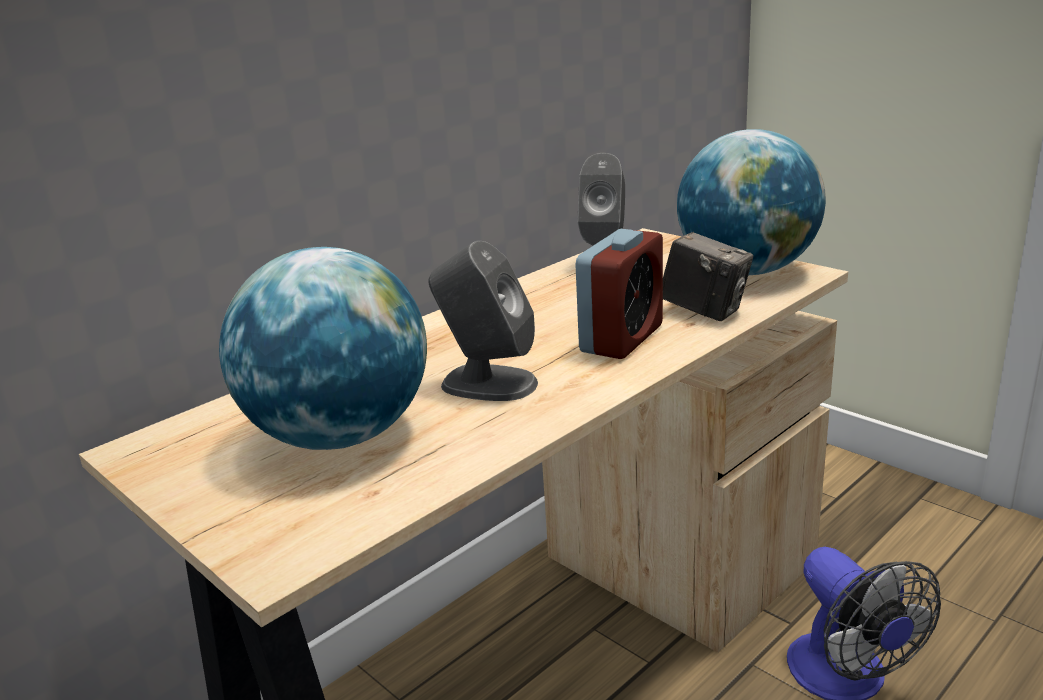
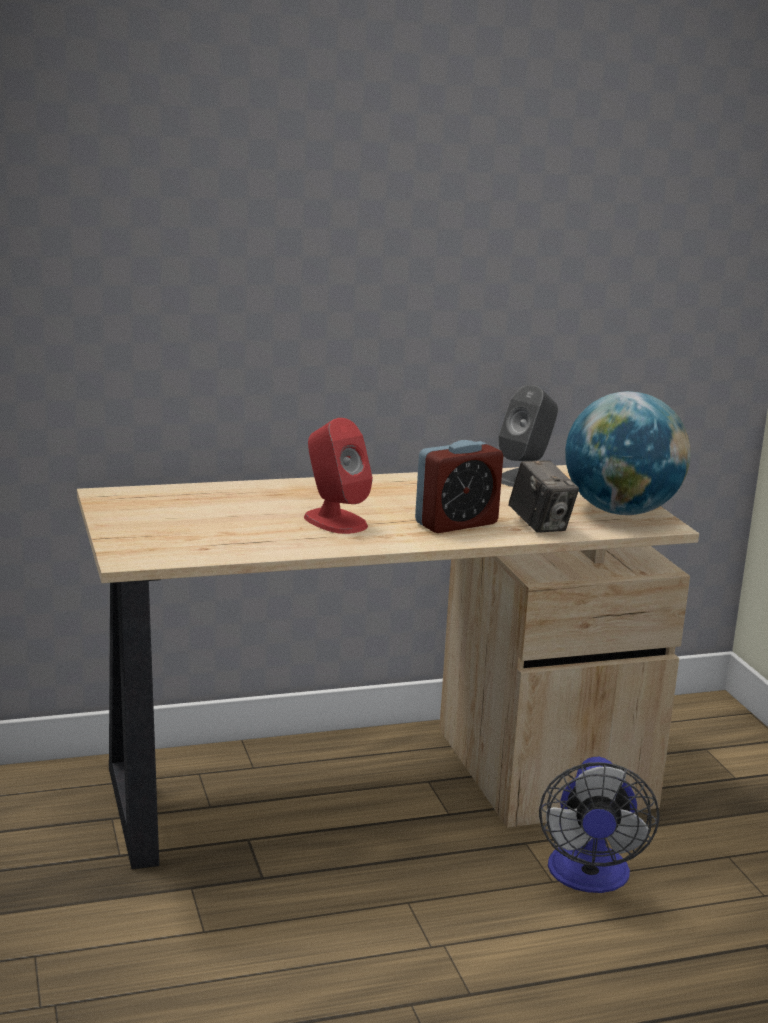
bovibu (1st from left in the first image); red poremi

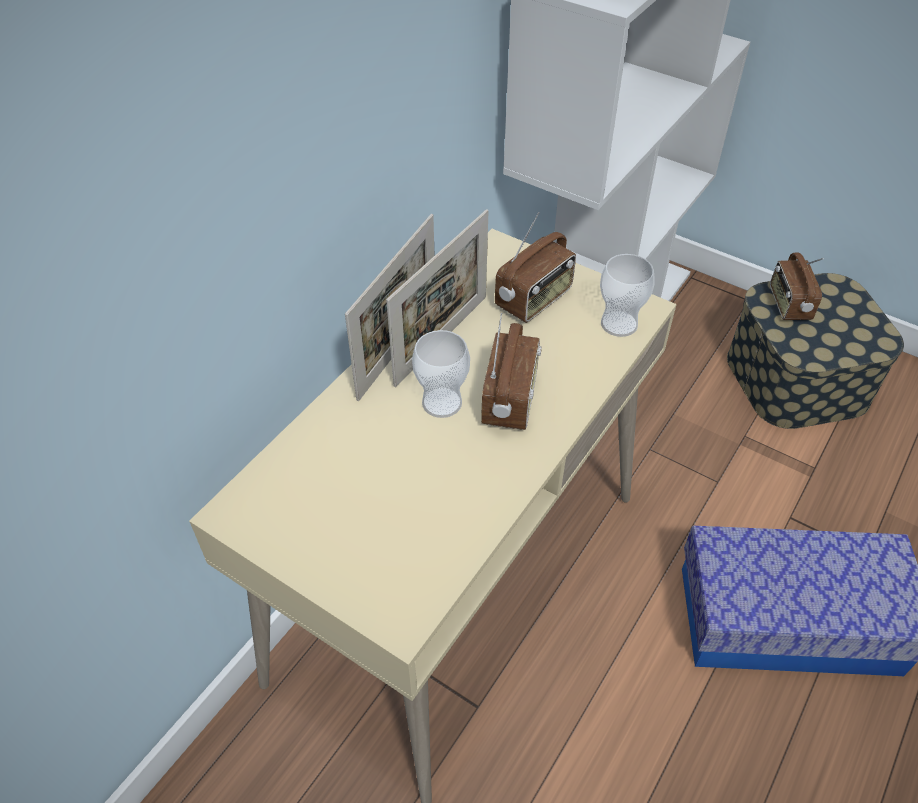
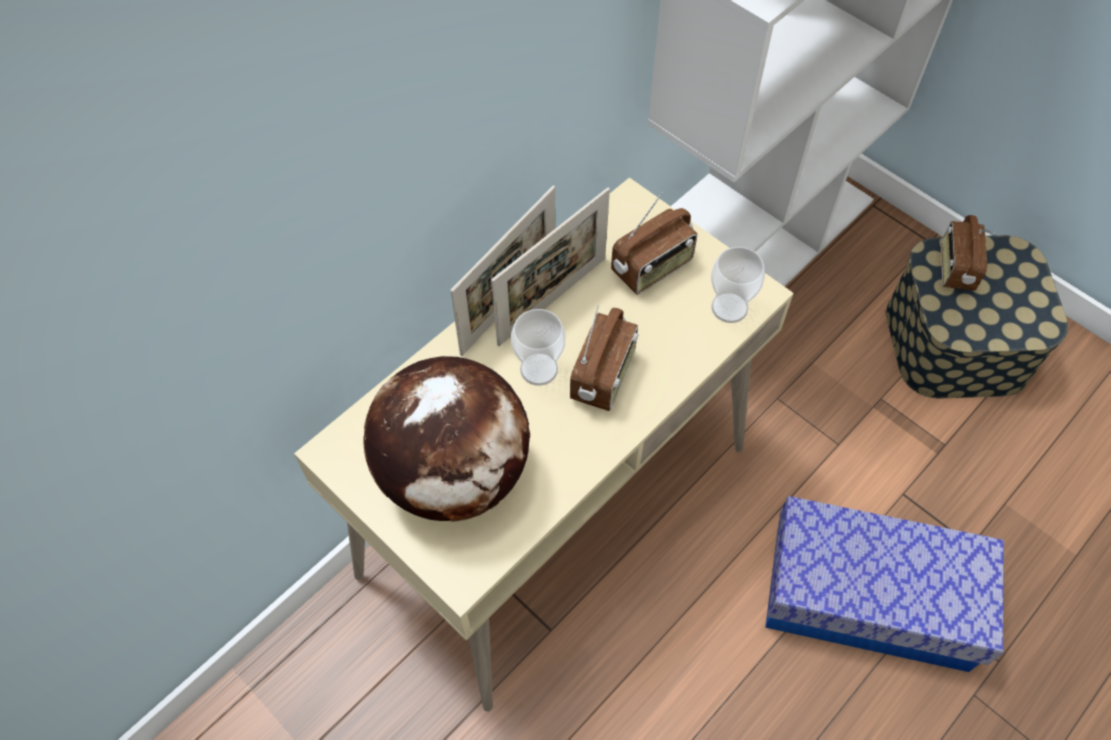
bovibu

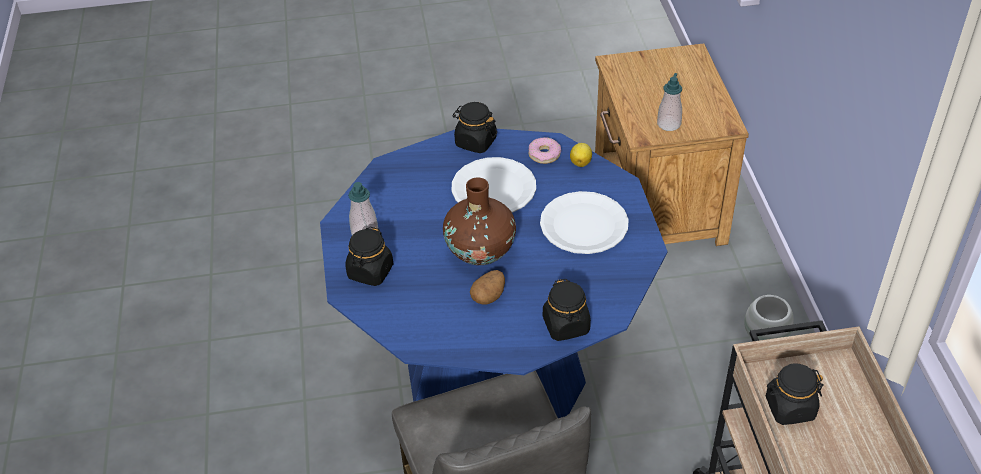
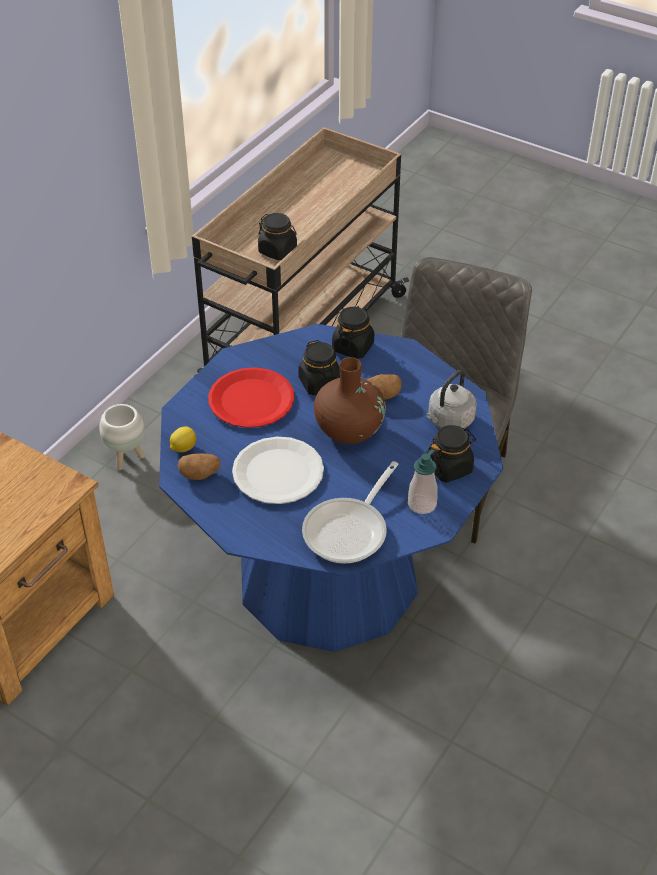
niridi (2nd from left in the first image); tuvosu; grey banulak; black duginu (2nd from left); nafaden (1st from left); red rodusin

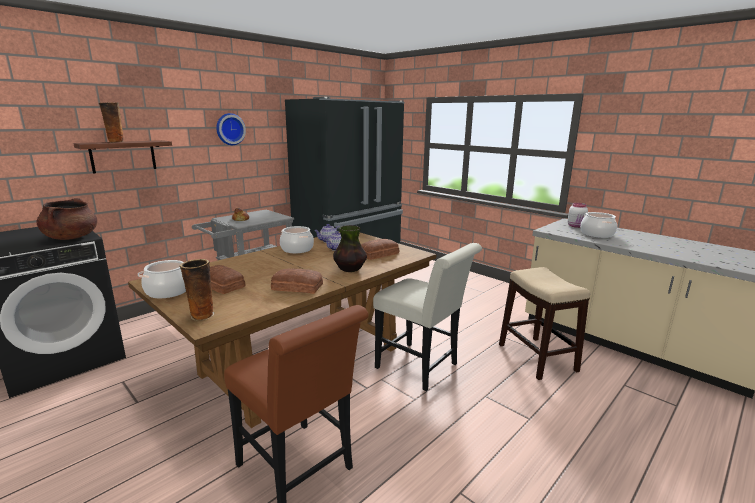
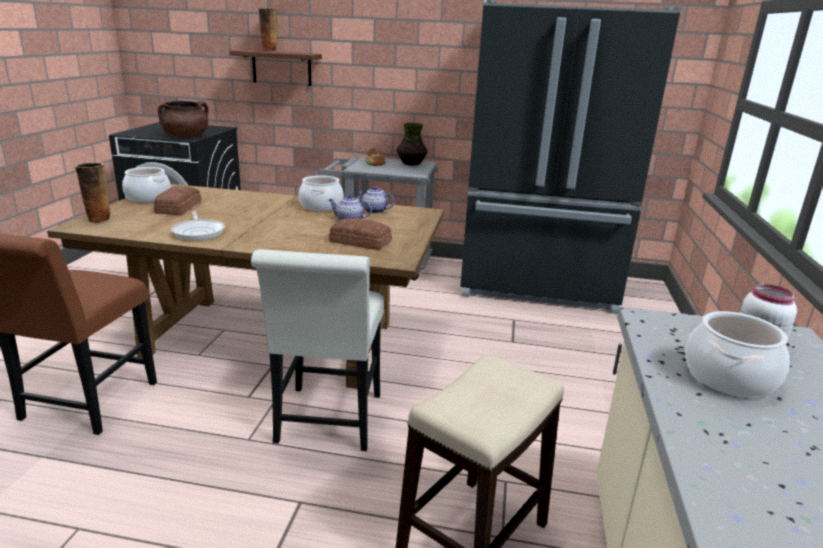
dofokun; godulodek (3rd from left); tuvosu

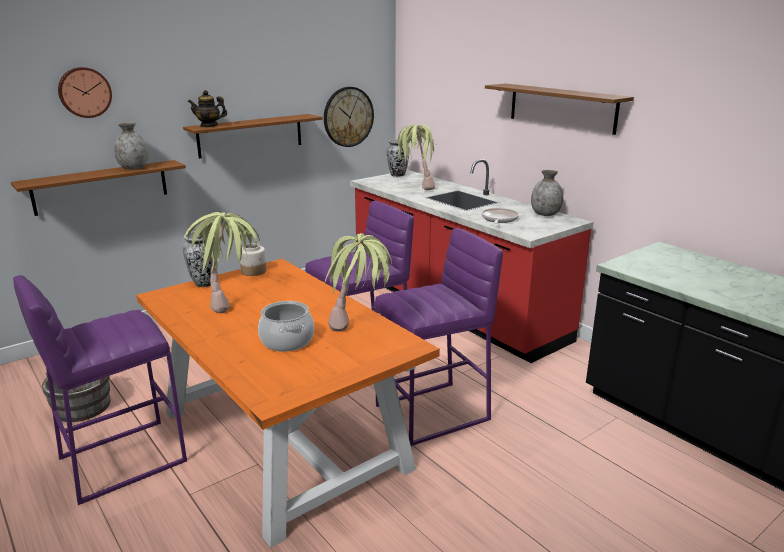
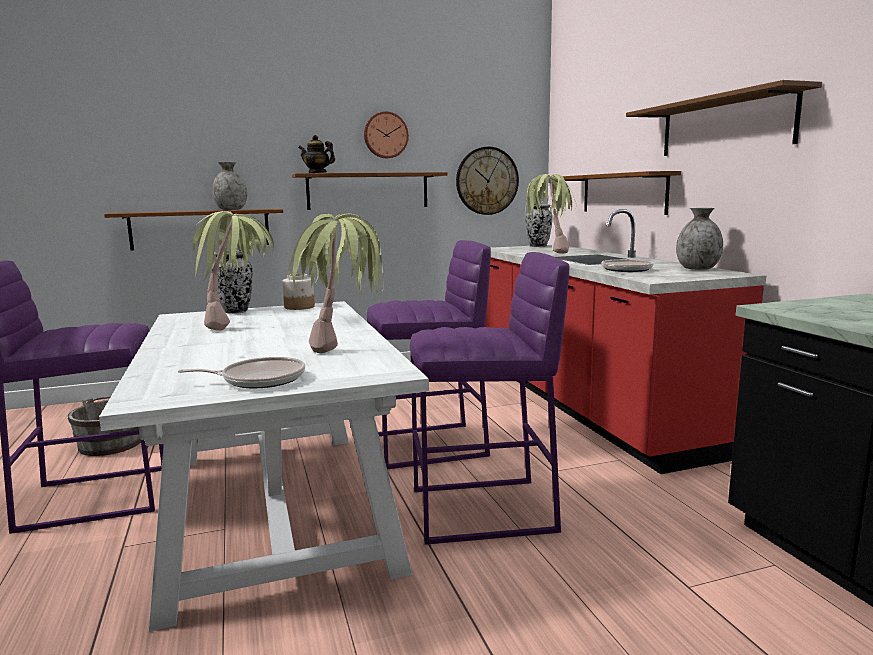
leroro; tuvosu (1st from left); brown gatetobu (3rd from left); dofokun (1st from left); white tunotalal

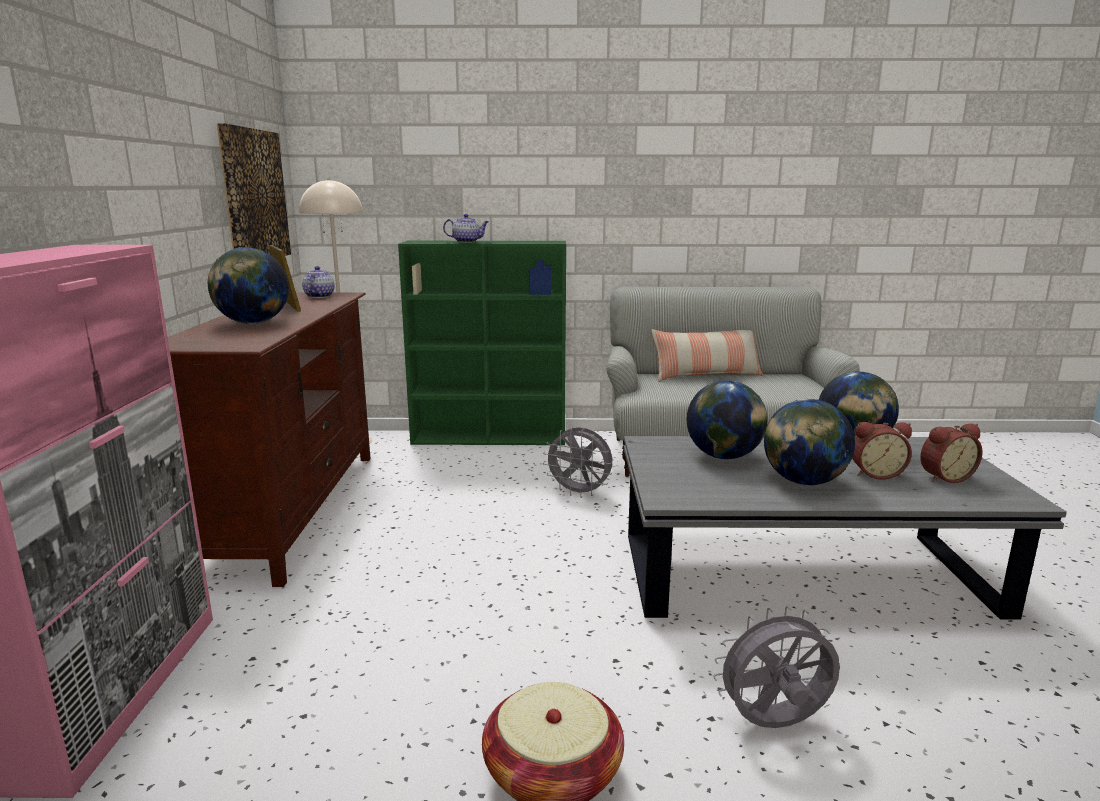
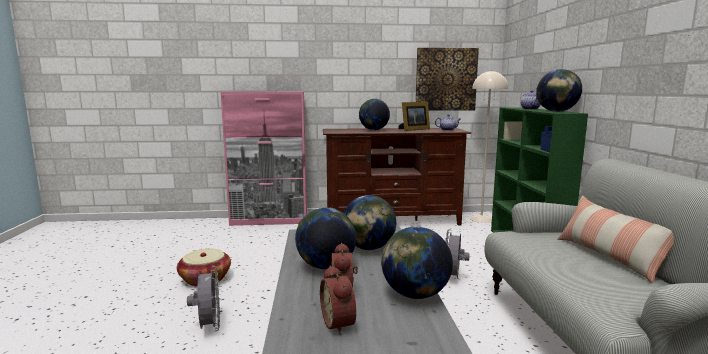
bovibu (5th from left)

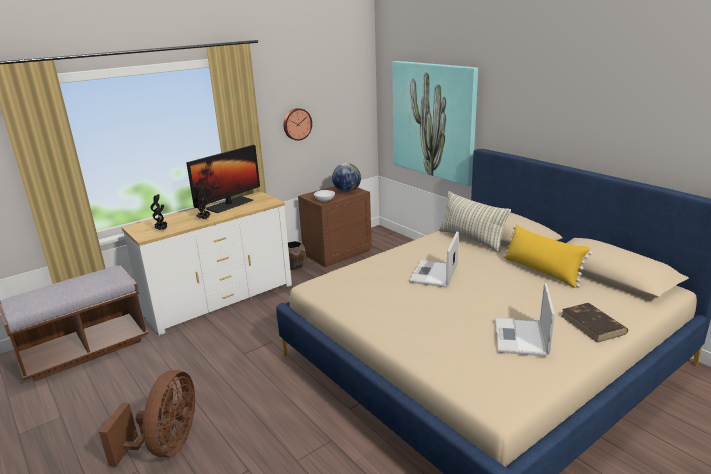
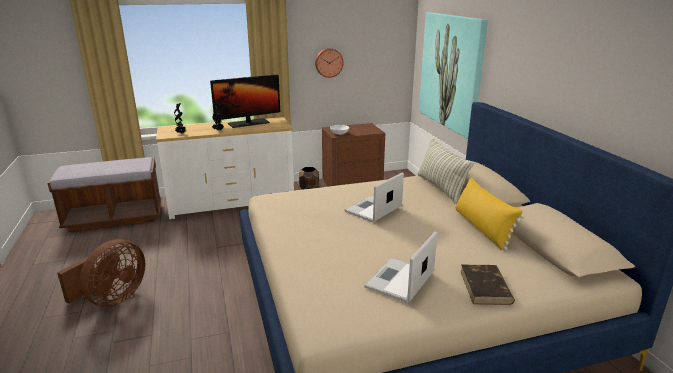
bovibu

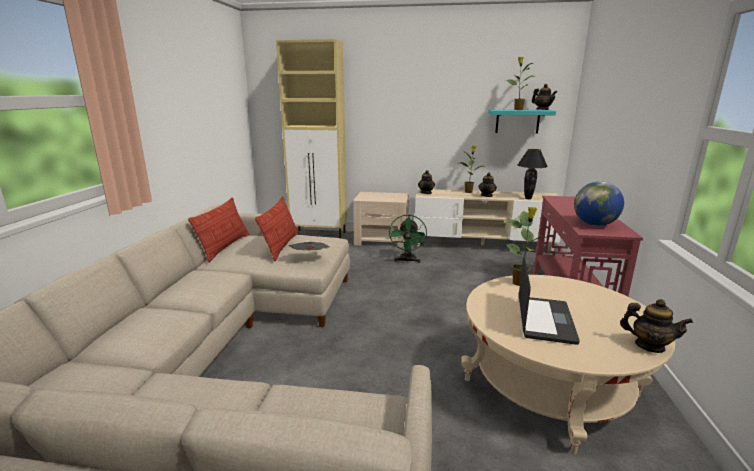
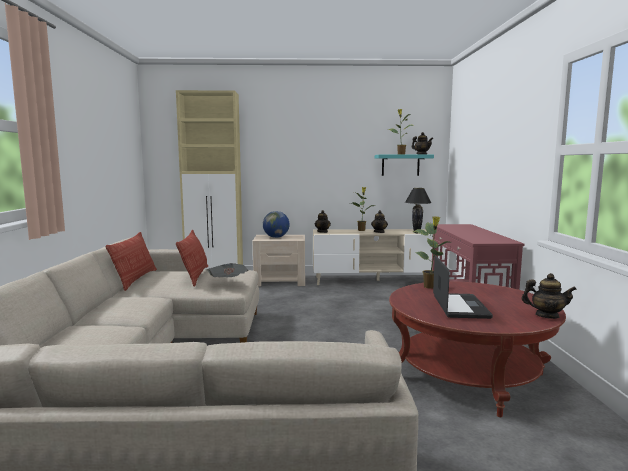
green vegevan; bovibu; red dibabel

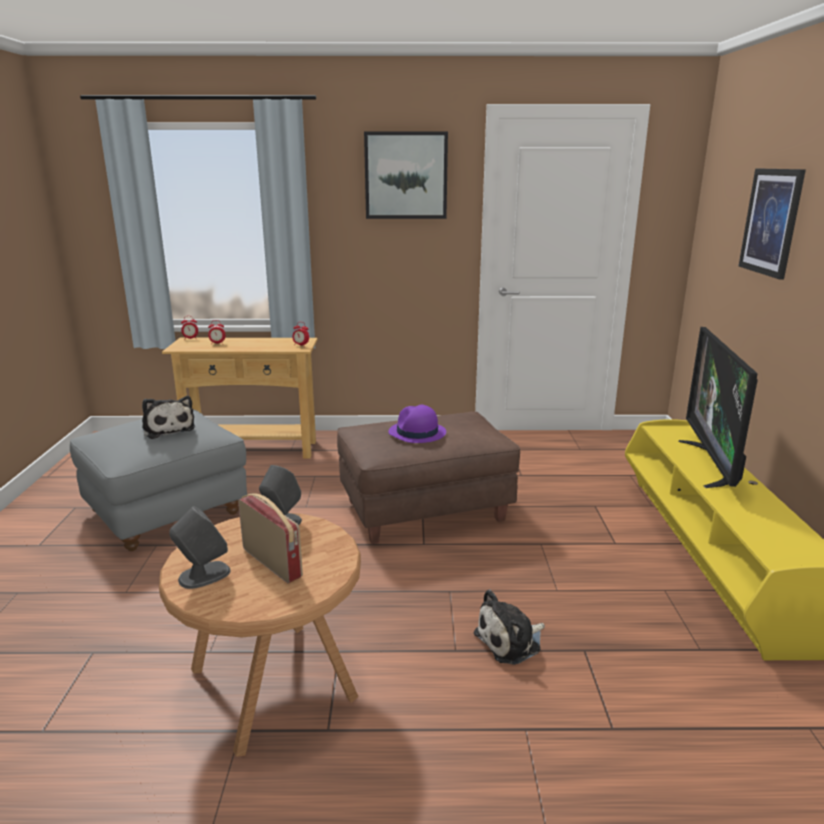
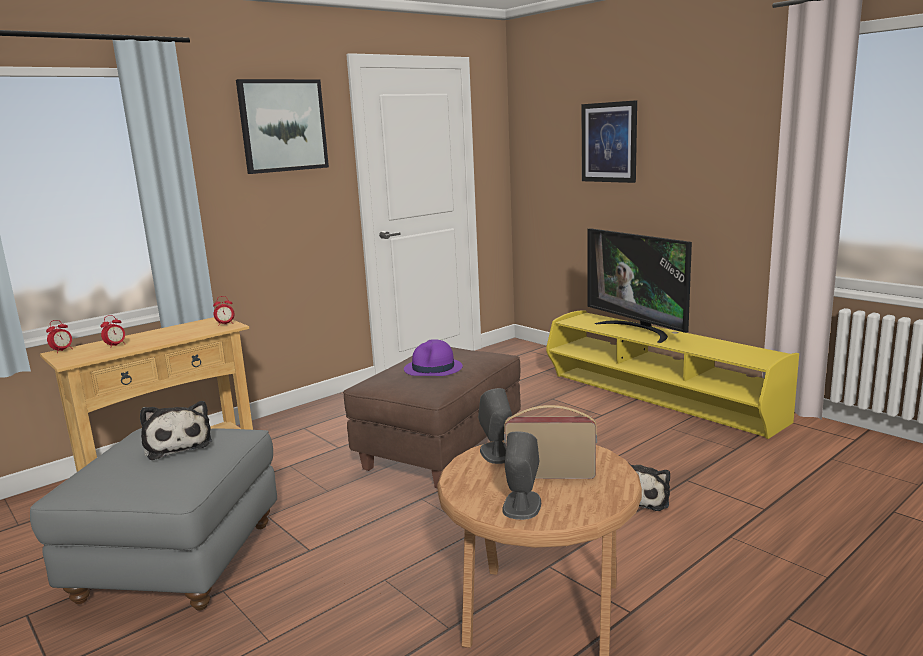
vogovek (1st from left)

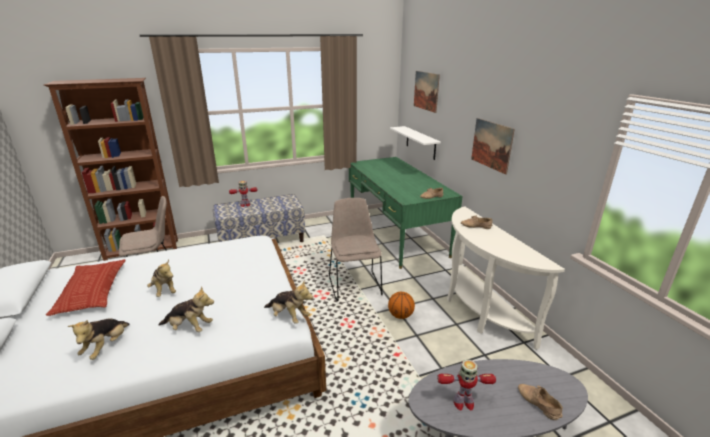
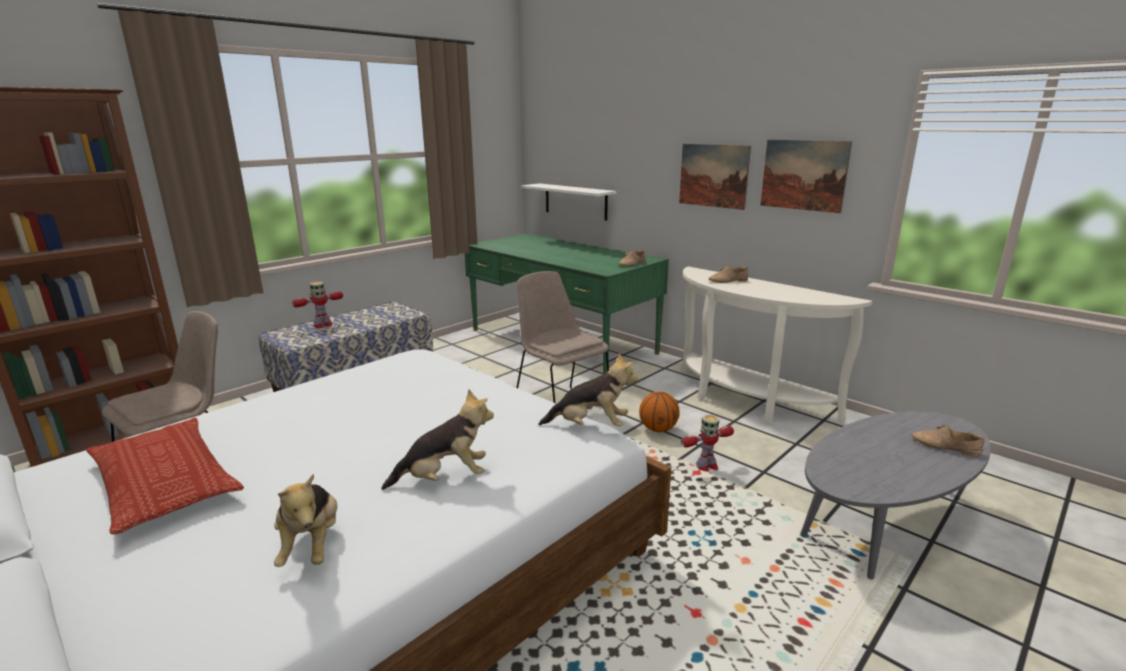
vogovek (2nd from left in the first image); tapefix (2nd from left); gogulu (2nd from left)

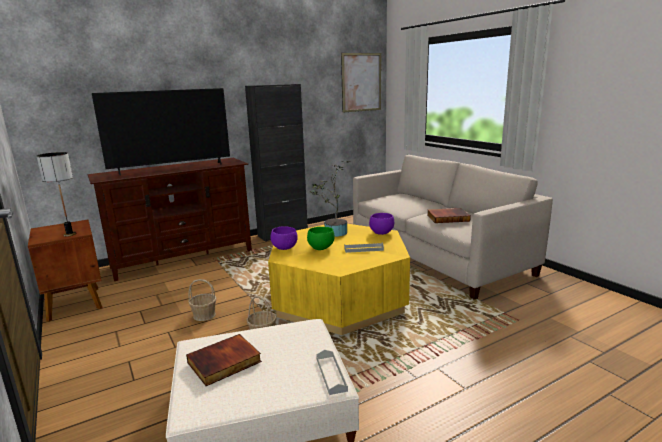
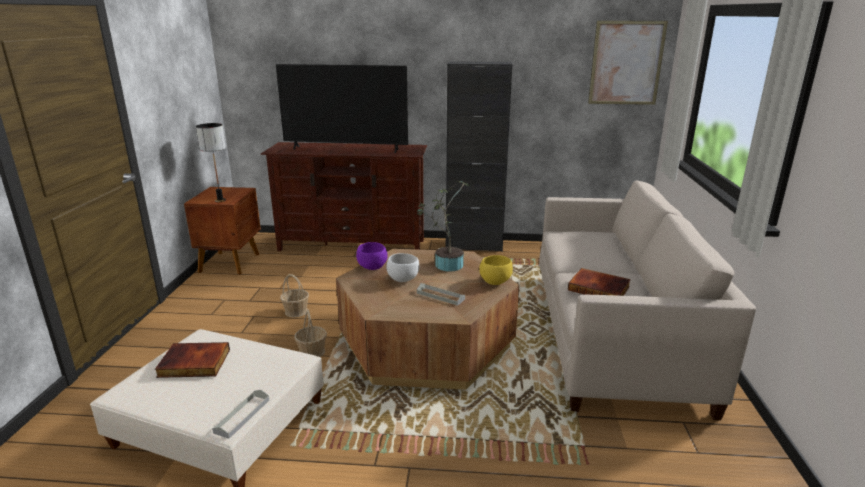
brown dibabel; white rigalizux; yellow rigalizux

